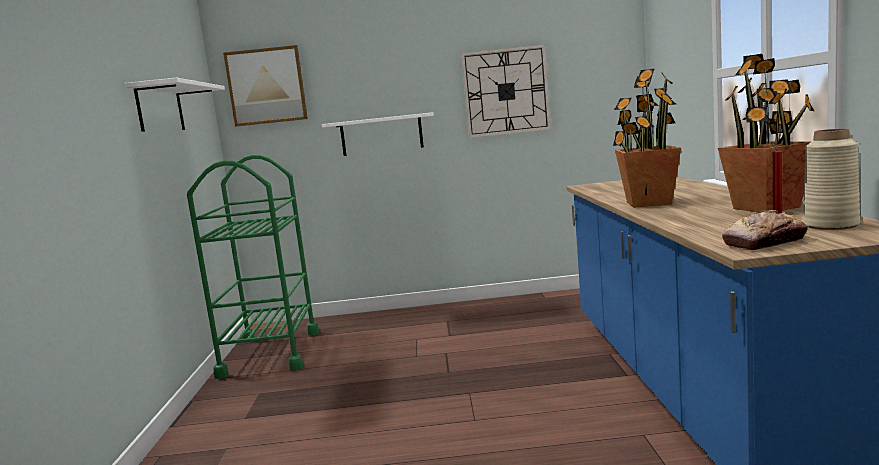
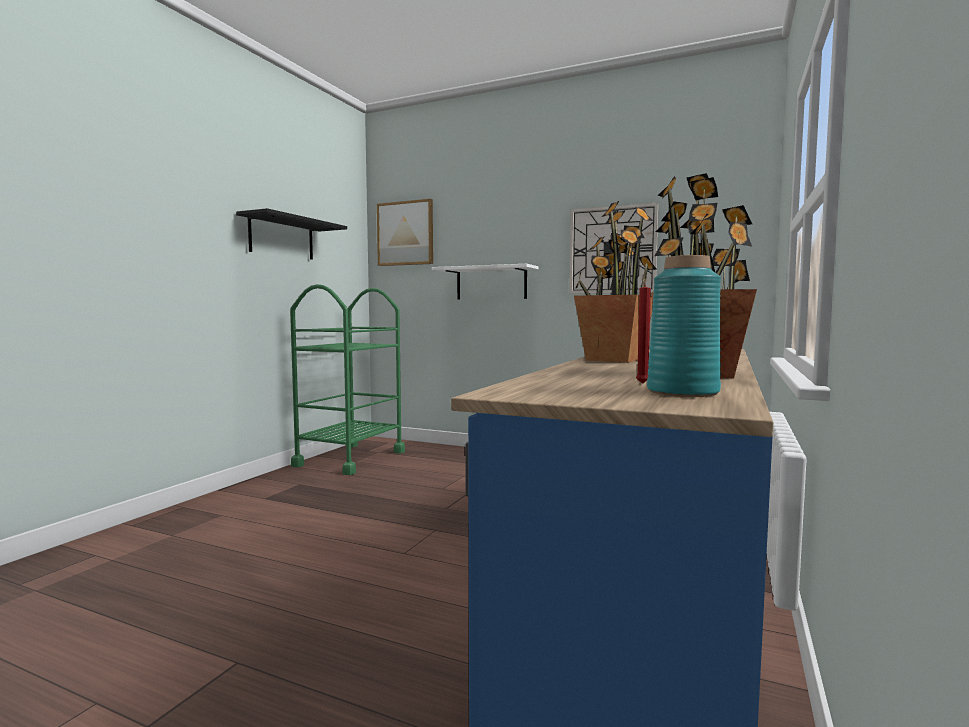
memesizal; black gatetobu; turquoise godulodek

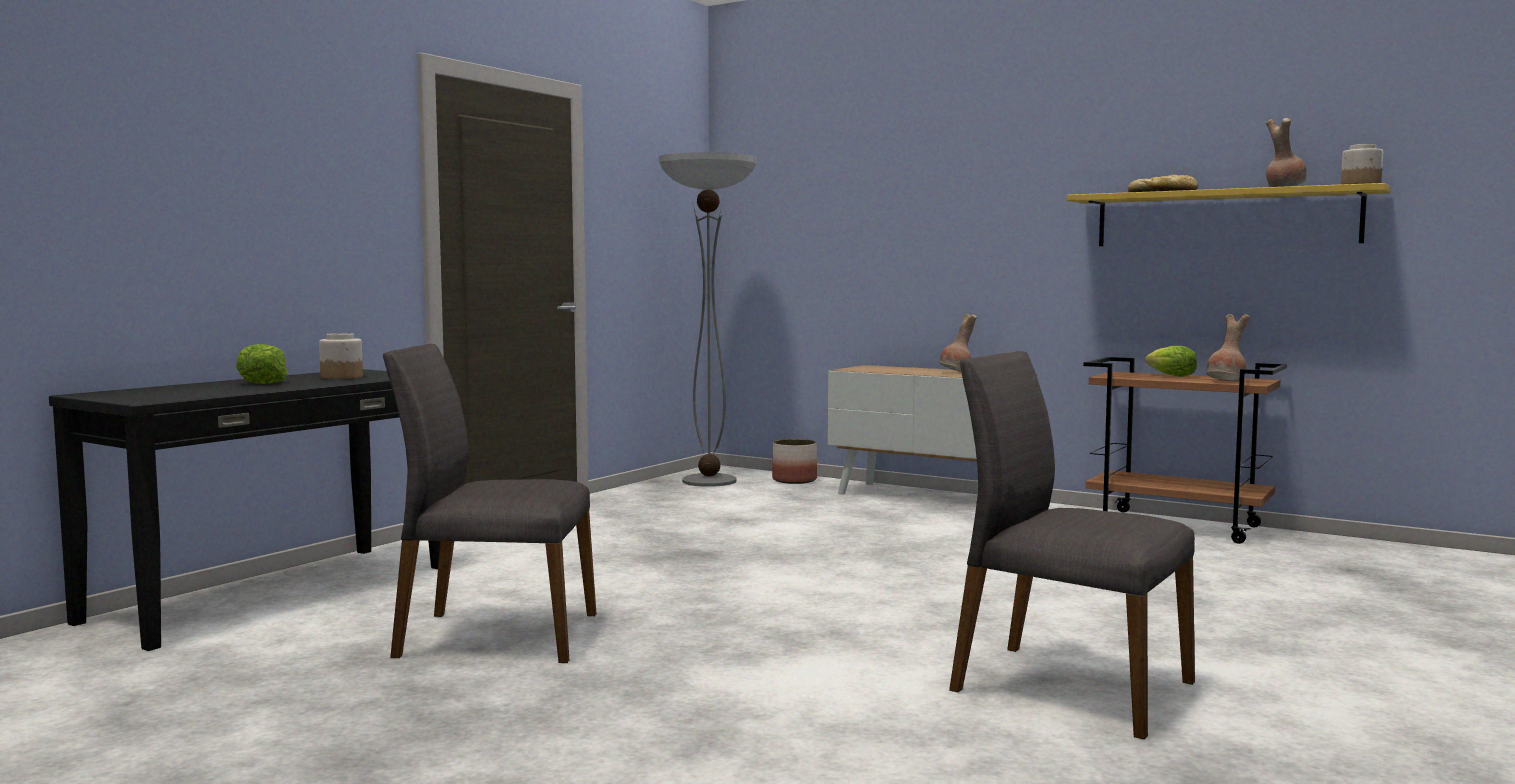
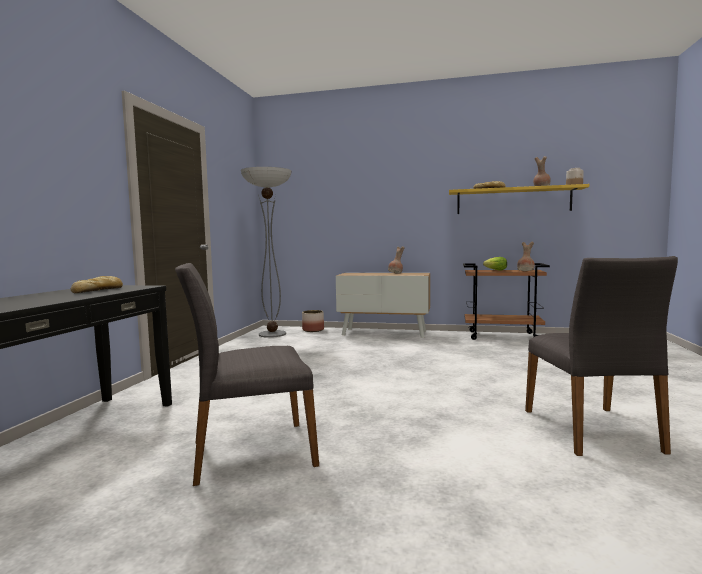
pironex (1st from left in the first image); memesizal (1st from left); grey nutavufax (2nd from left)

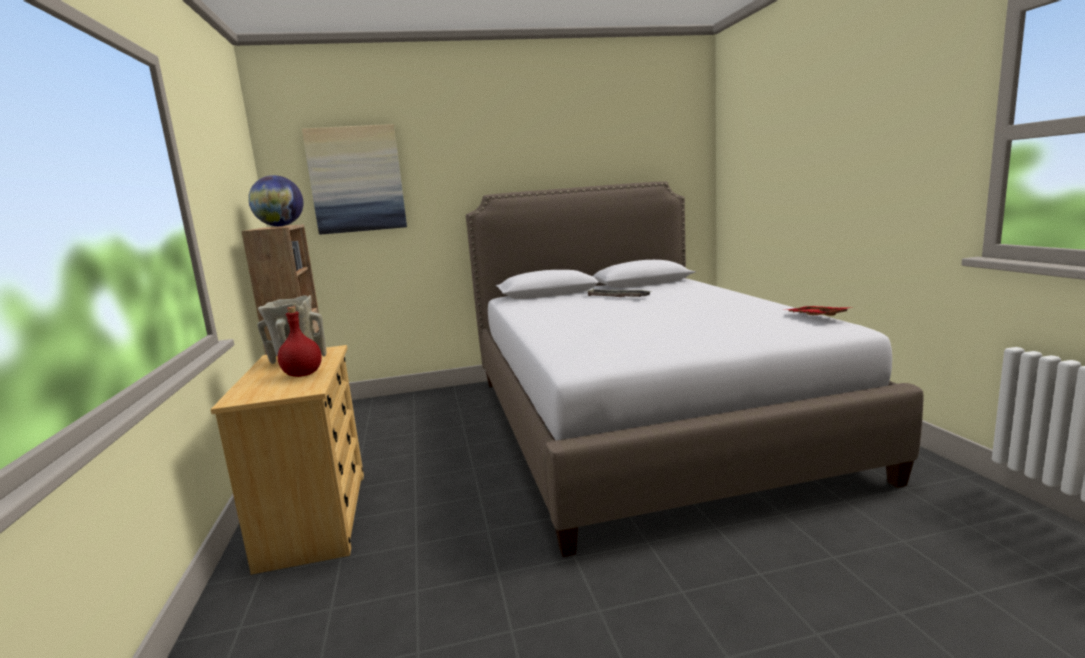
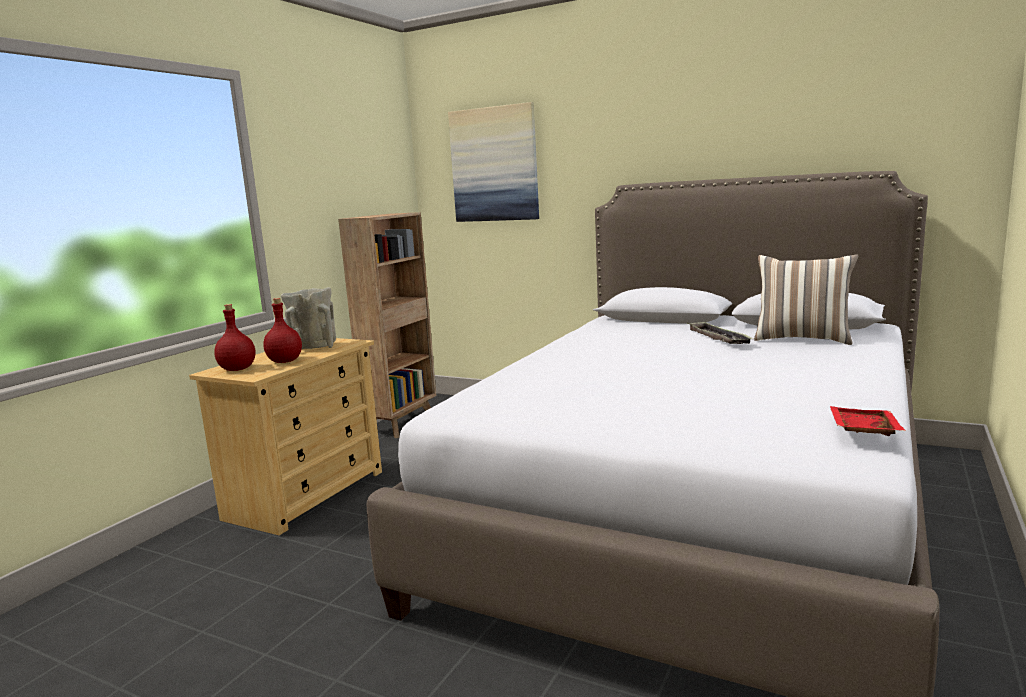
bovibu; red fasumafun (1st from left); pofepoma

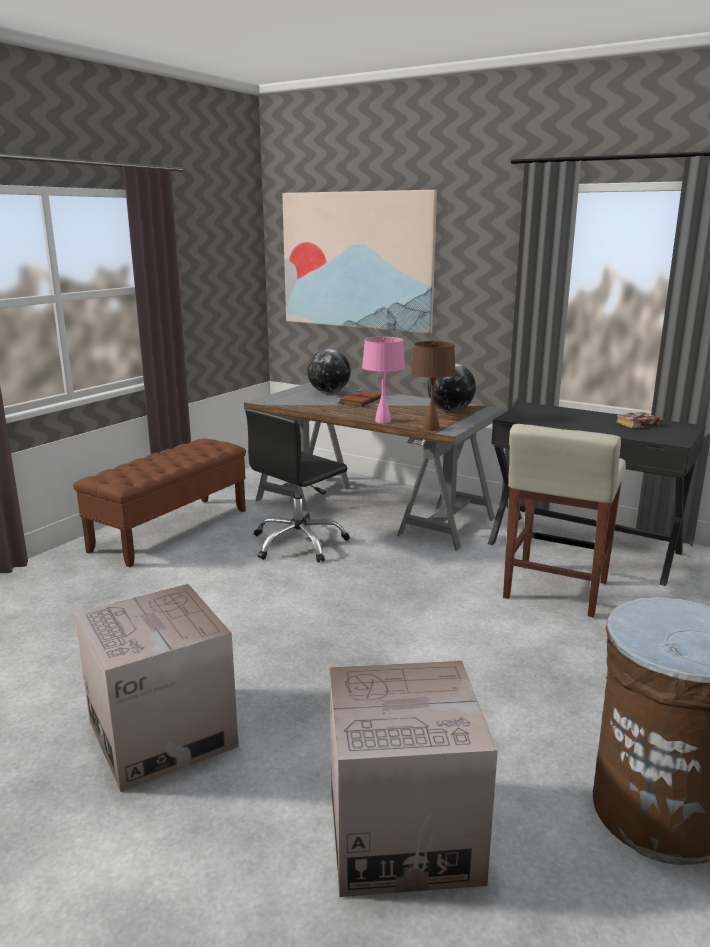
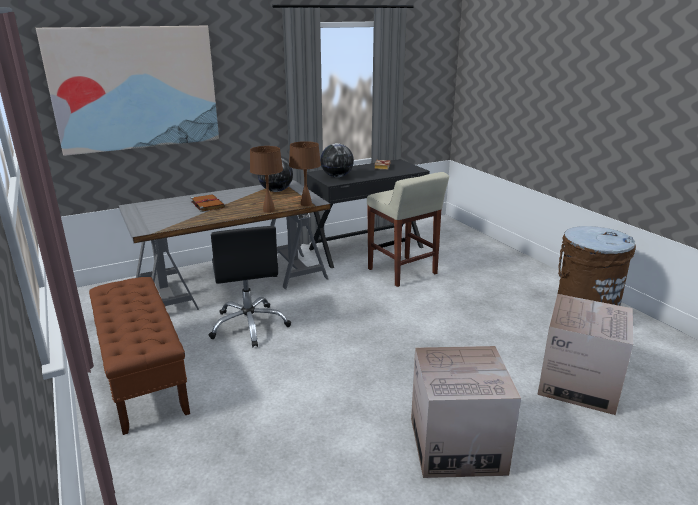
bovibu (2nd from left); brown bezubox (1st from left)

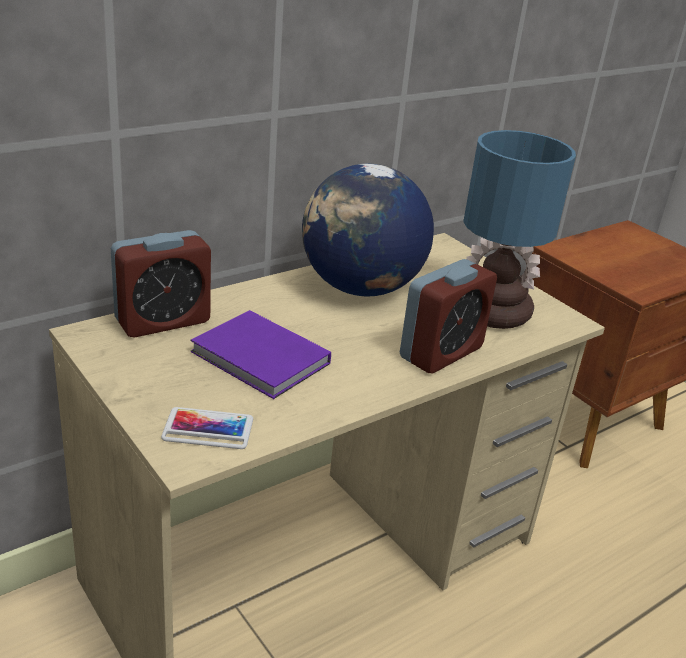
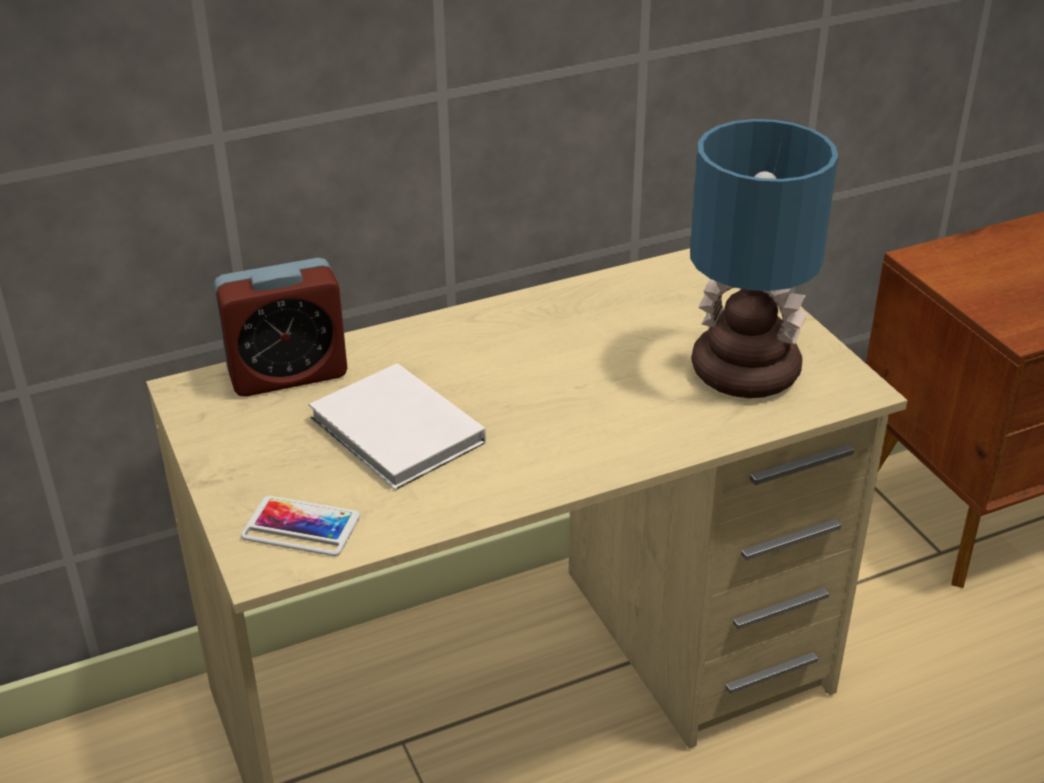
bovibu; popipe (2nd from left in the first image); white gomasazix

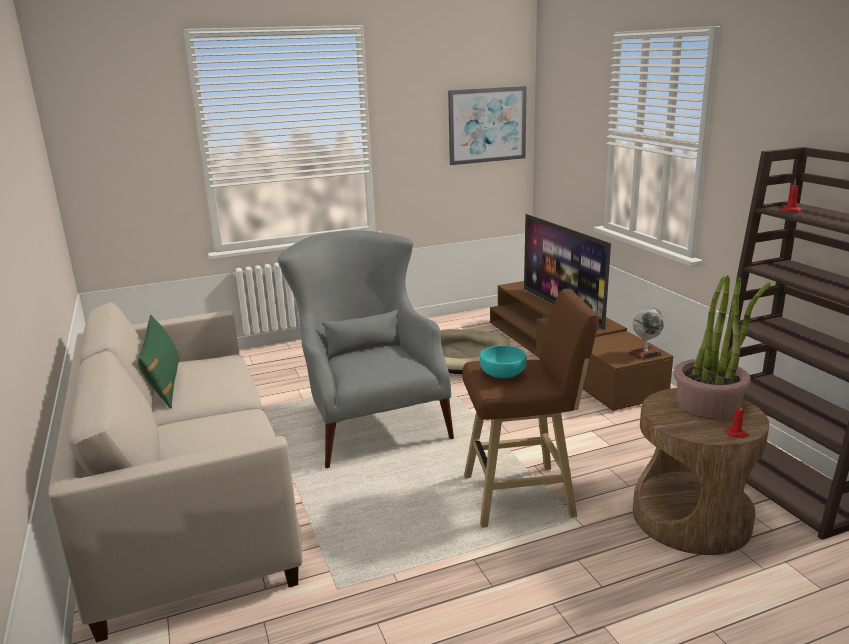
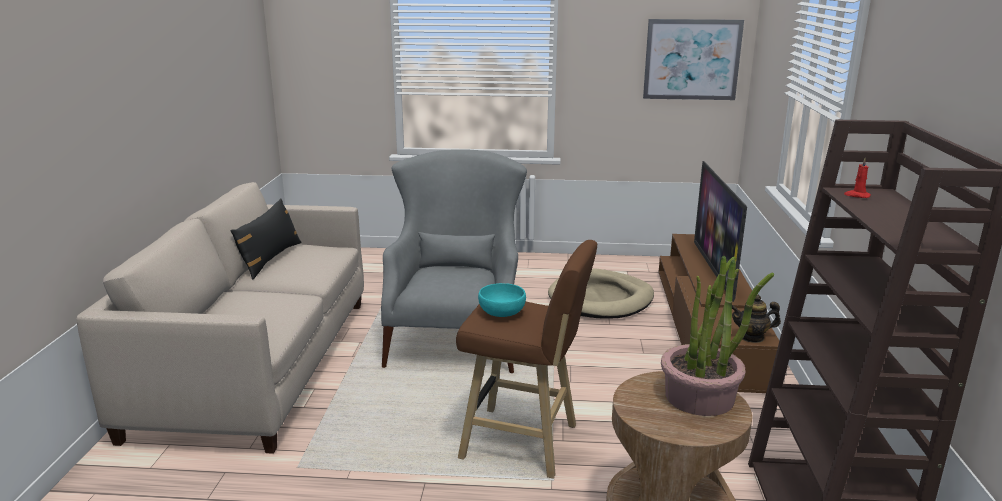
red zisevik (1st from left in the first image); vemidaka; black pofepoma

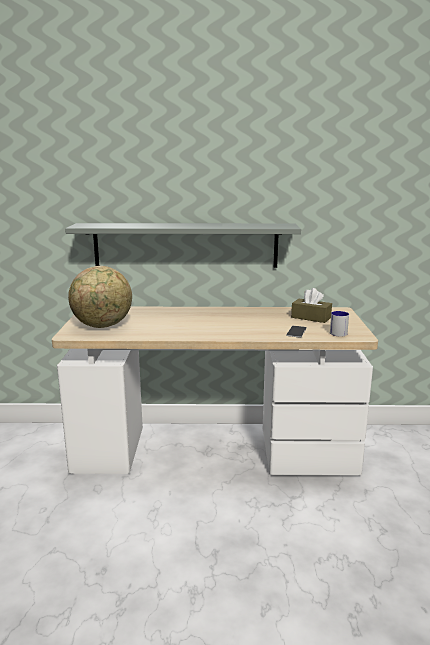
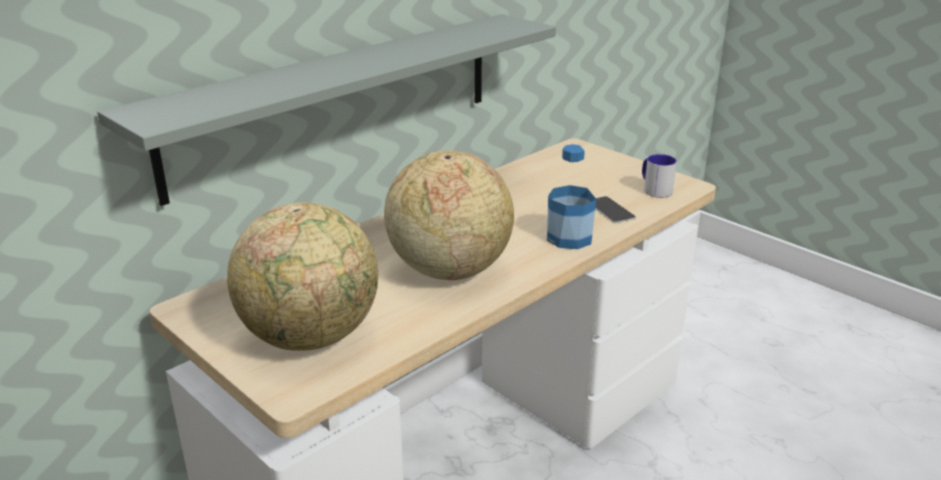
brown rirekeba; bovibu (2nd from left); fasumafun

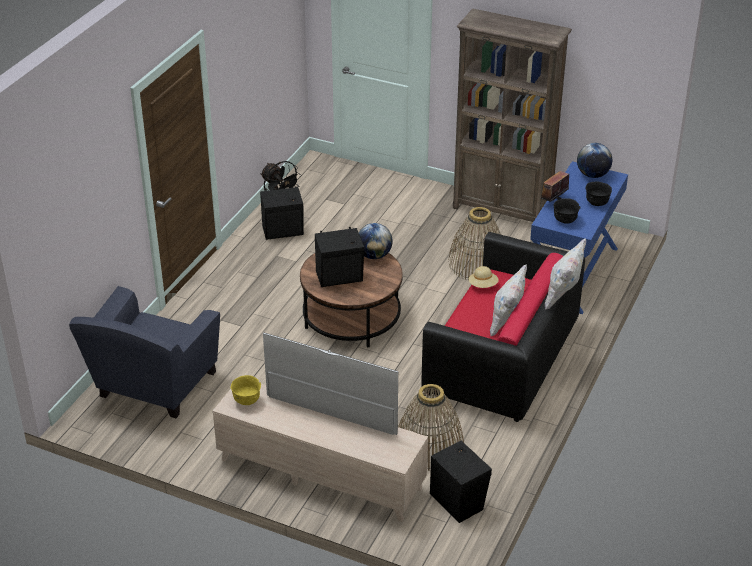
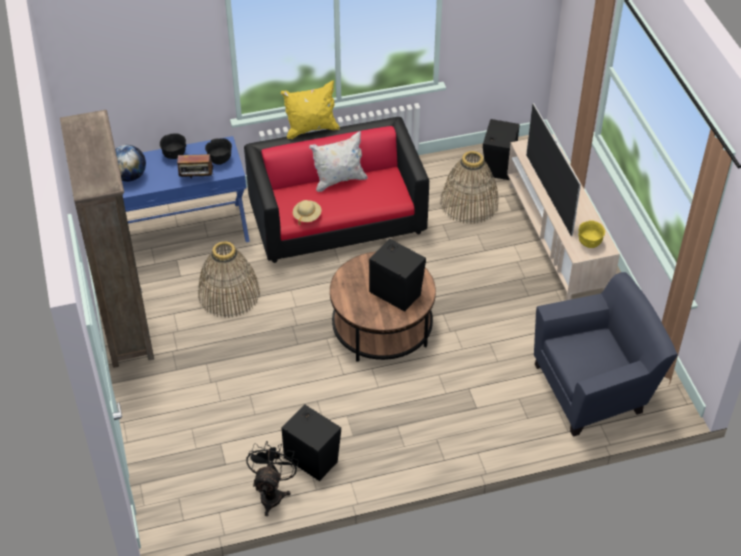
bovibu (1st from left in the first image); yellow pofepoma

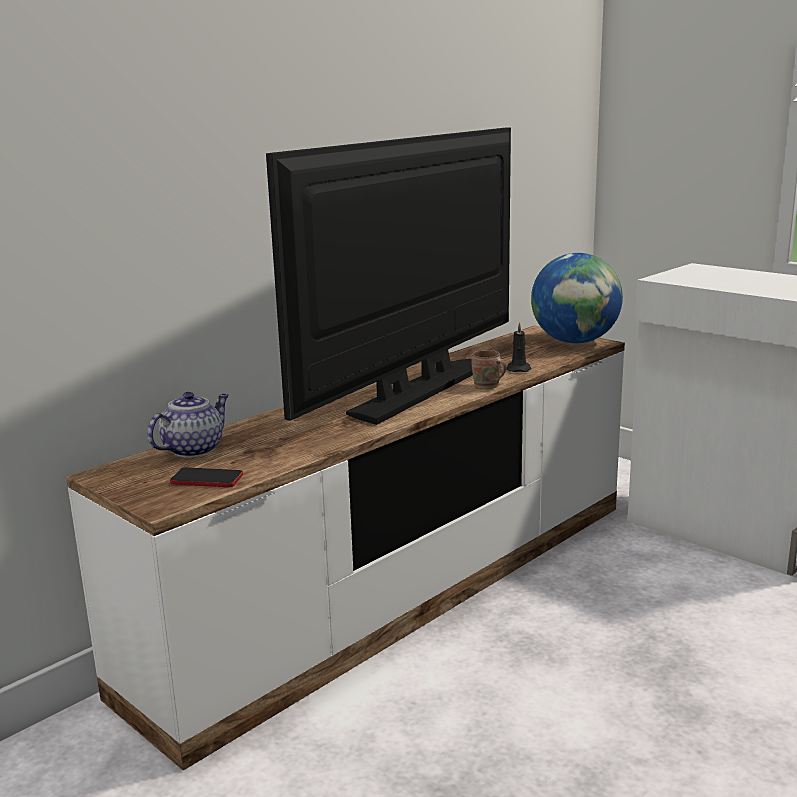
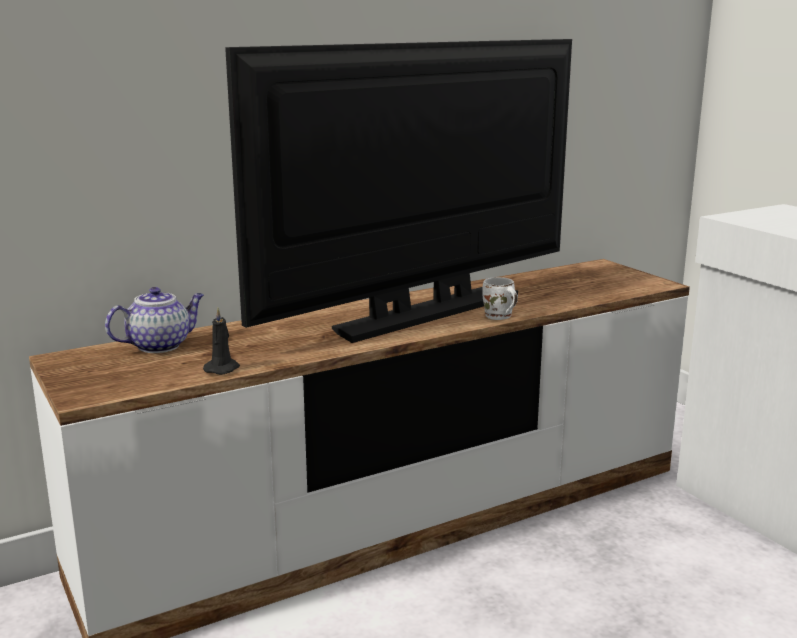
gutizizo; bovibu; black zisevik; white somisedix

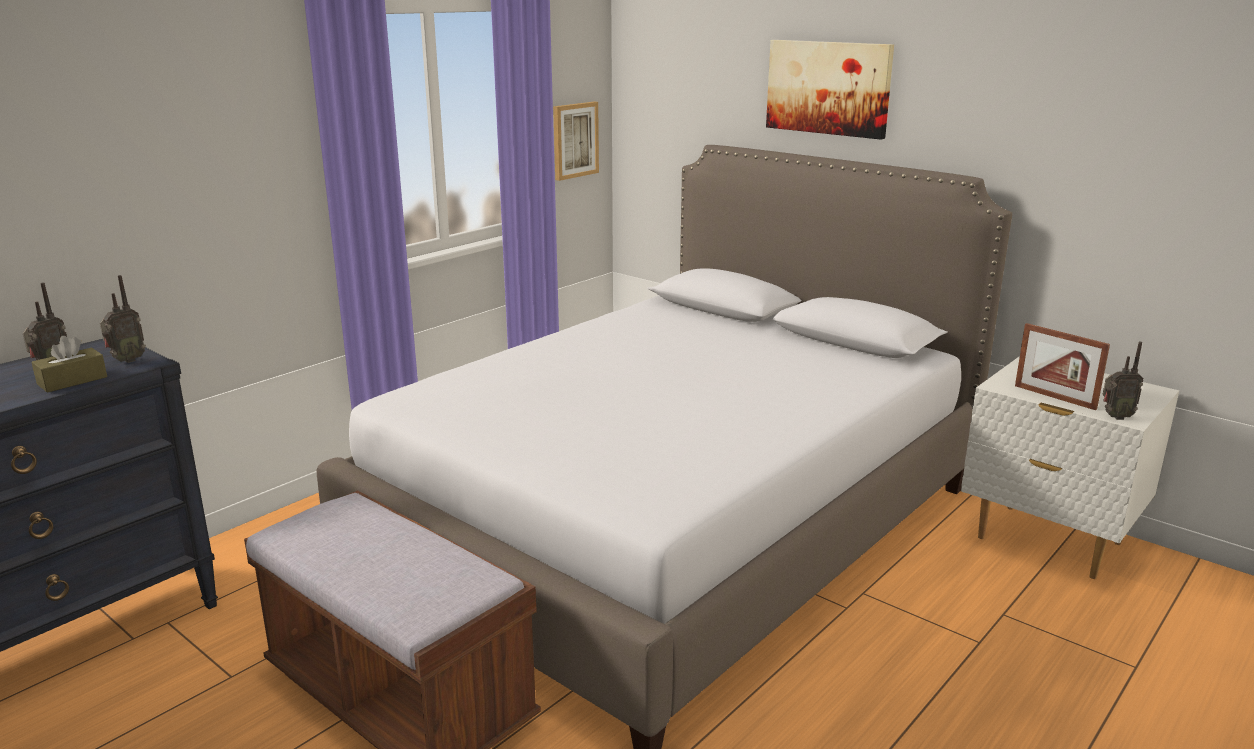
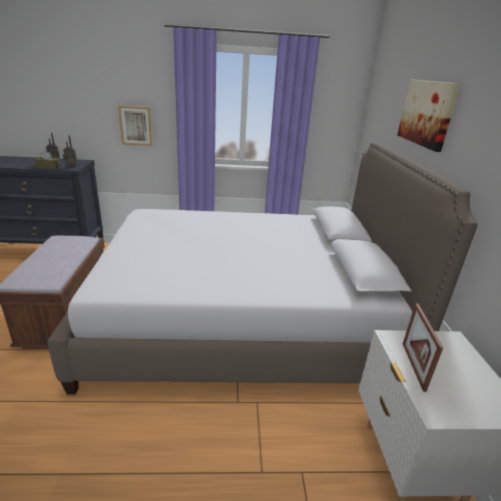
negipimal (3rd from left in the first image); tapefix (1st from left)

